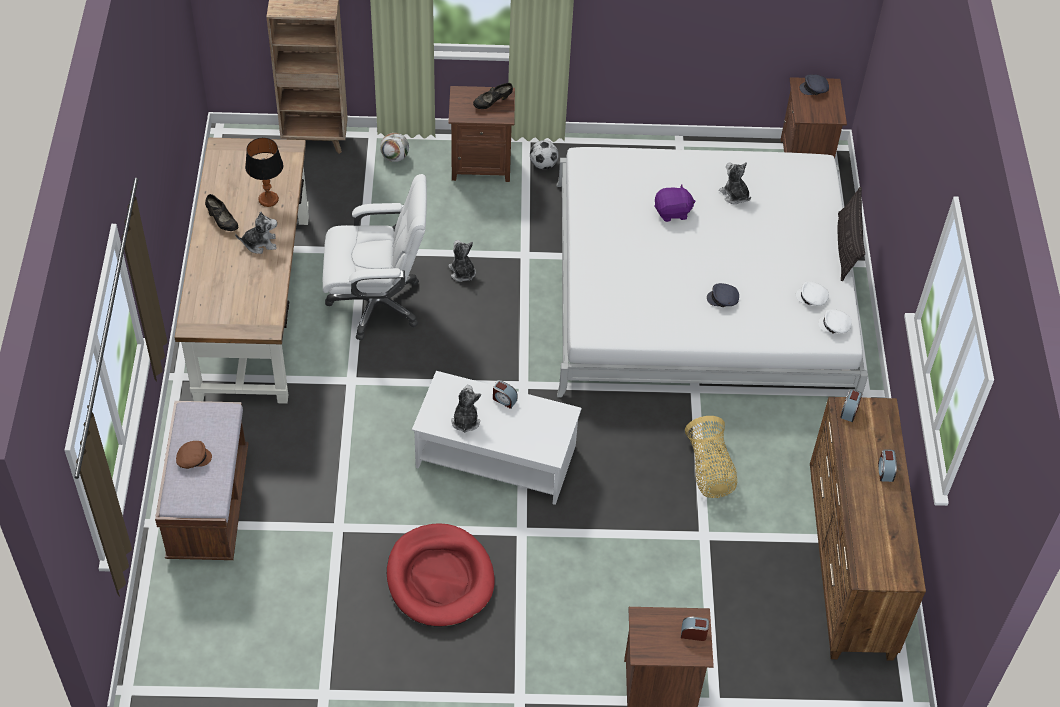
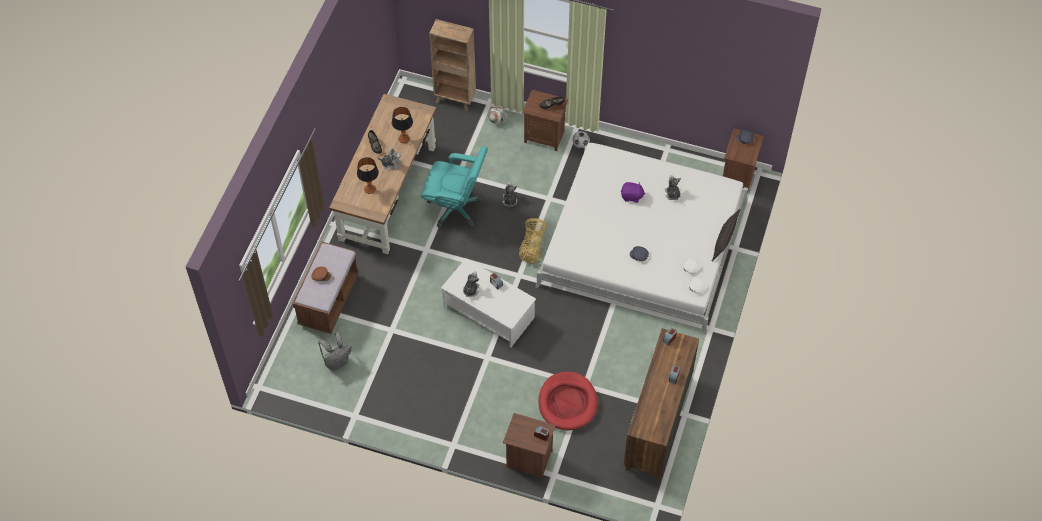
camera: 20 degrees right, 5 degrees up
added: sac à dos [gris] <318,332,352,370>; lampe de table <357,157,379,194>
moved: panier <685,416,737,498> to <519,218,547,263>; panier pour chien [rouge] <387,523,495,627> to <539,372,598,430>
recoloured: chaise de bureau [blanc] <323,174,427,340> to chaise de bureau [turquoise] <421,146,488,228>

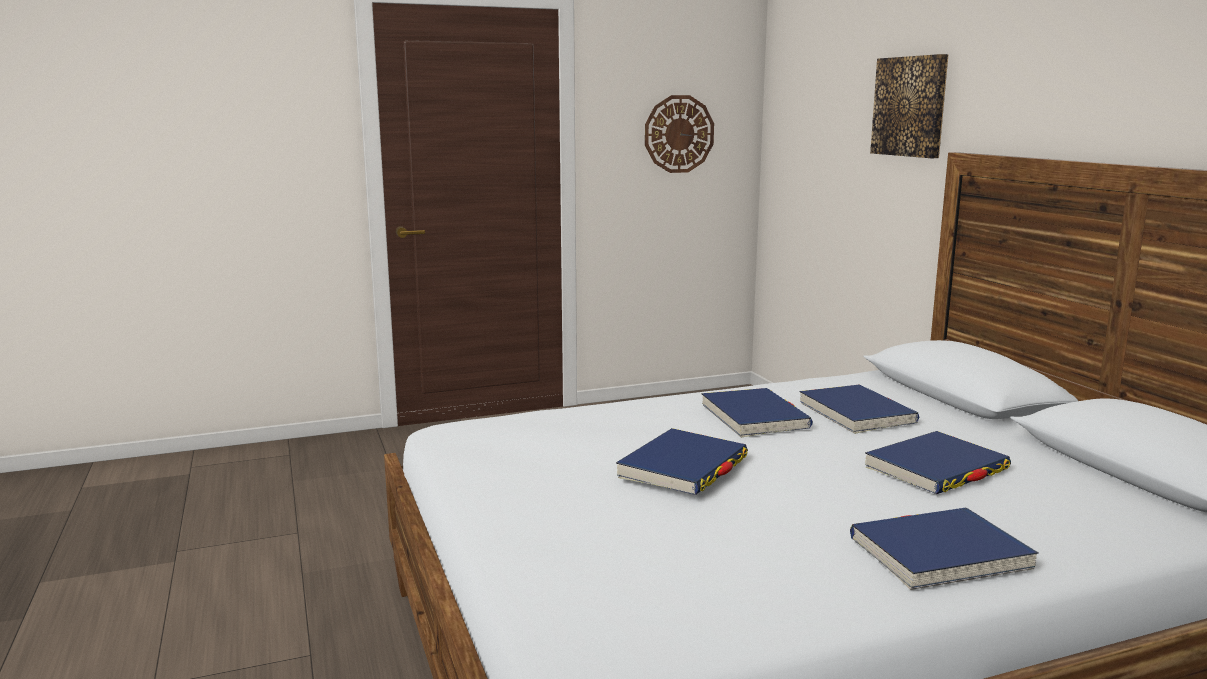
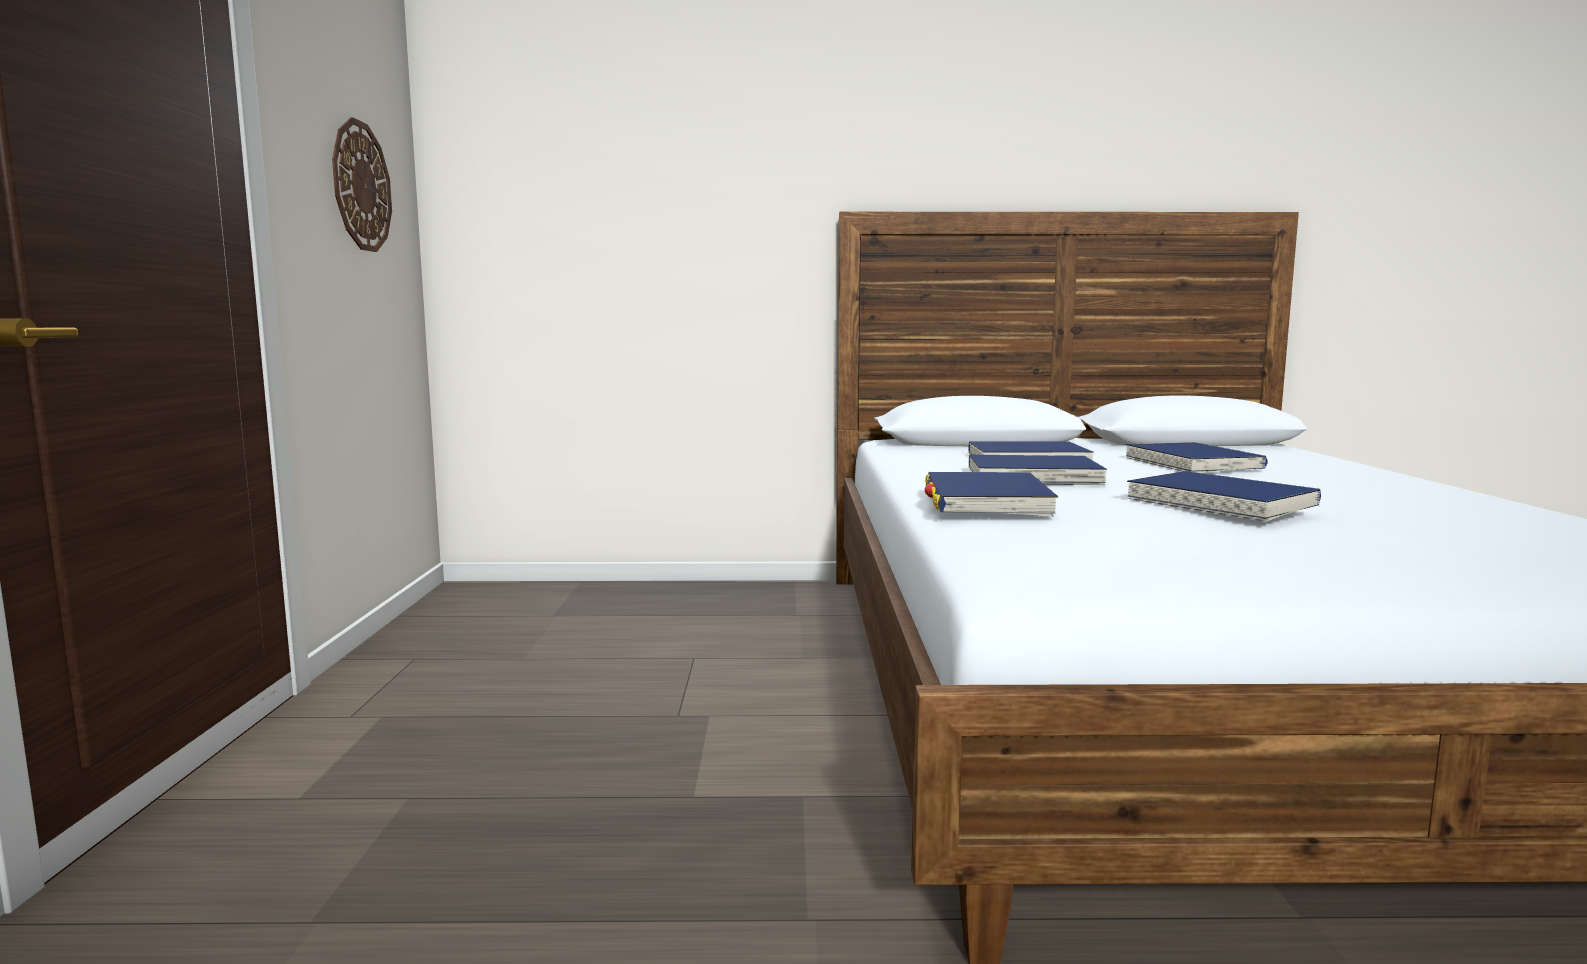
camera: 70 degrees left, 5 degrees down
removed: tableau <870,54,949,158>
moved: livre [bleu] <850,508,1039,590> to <924,472,1058,517>

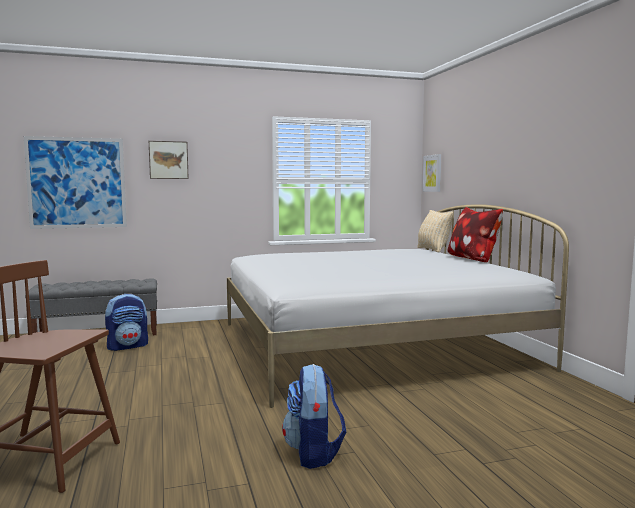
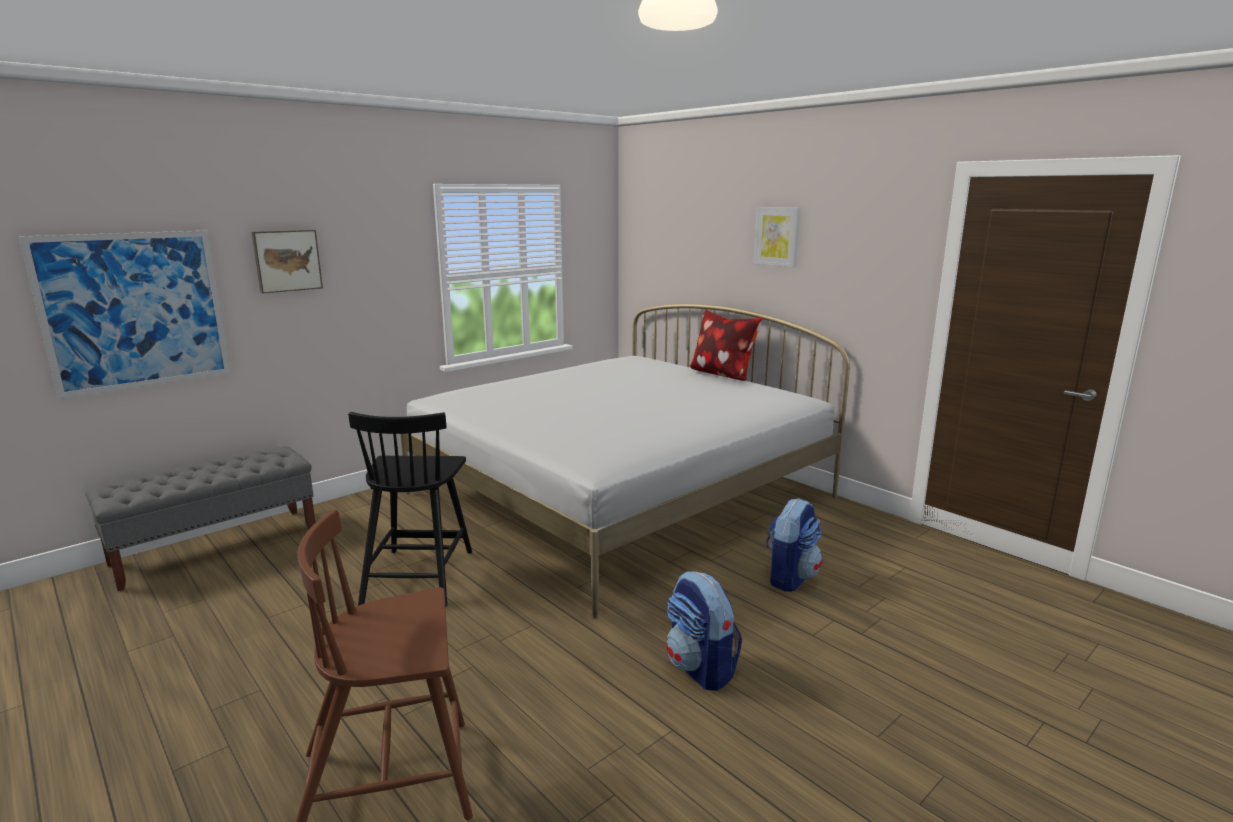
camera: 25 degrees left, 10 degrees up
removed: coussin [beige] <417,210,453,253>
added: chaise [noir] <348,412,472,607>
moved: tableau <422,154,441,192> to <753,207,800,268>; sac à dos <105,294,148,351> to <766,498,823,592>

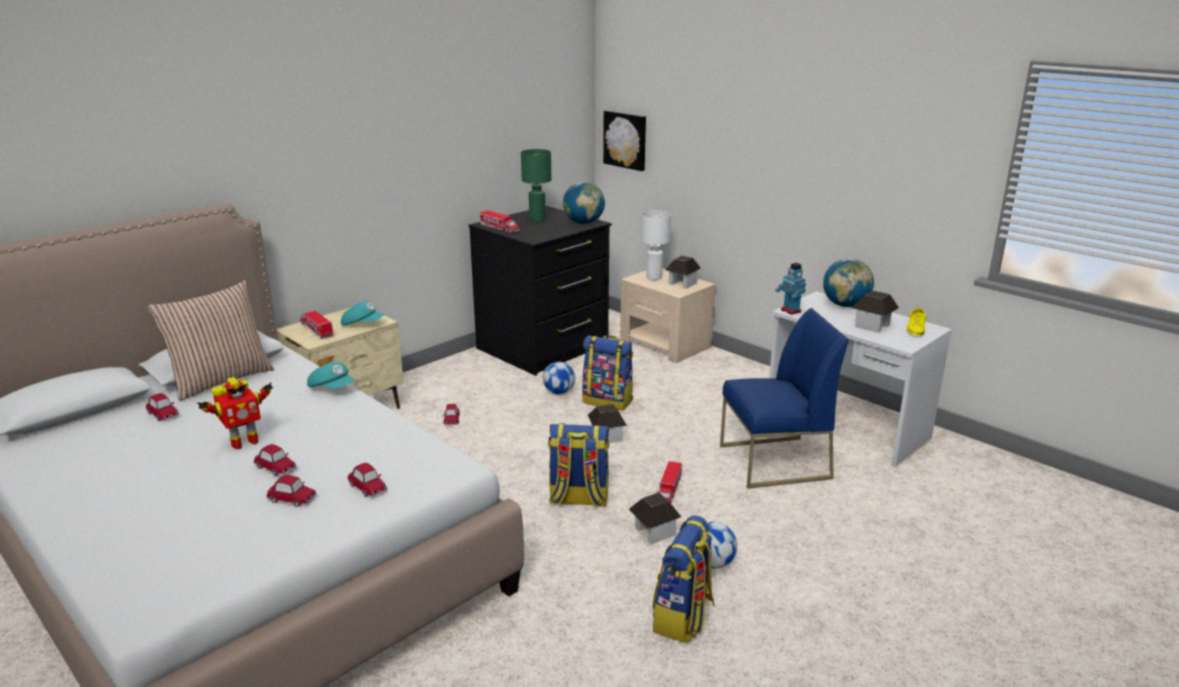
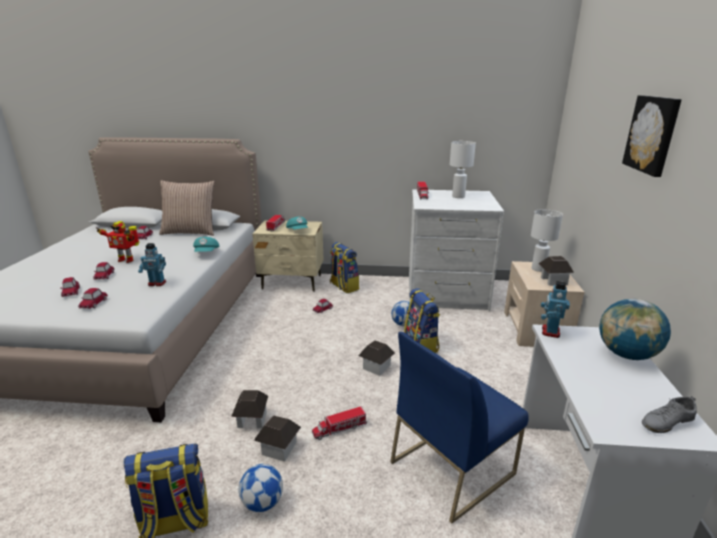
camera: 50 degrees right, 0 degrees up
removed: globe <563,181,605,224>
added: robot jouet <138,243,166,286>
moved: maison miniature <852,290,899,333> to <231,390,268,428>; sac à dos <548,423,609,506> to <330,242,359,293>; tableau <603,110,646,171> to <622,95,682,177>
recoloured: commode [noir] <468,206,612,376> to commode [blanc] <409,189,504,311>; lampe de table [vert] <521,149,551,222> to lampe de table [blanc] <450,141,476,198>; chaussure [jaune] <907,307,927,336> to chaussure [gris] <642,396,697,433>
turned: chaise [bleu] <720,308,849,489> = <390,332,529,524> 105 degrees clockwise

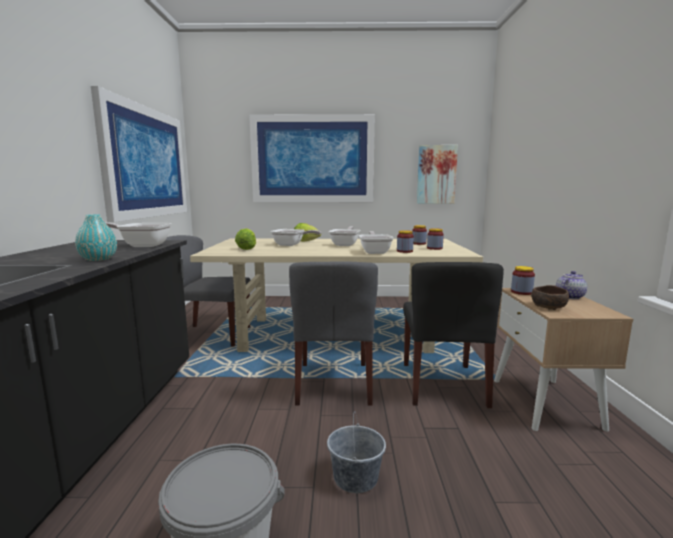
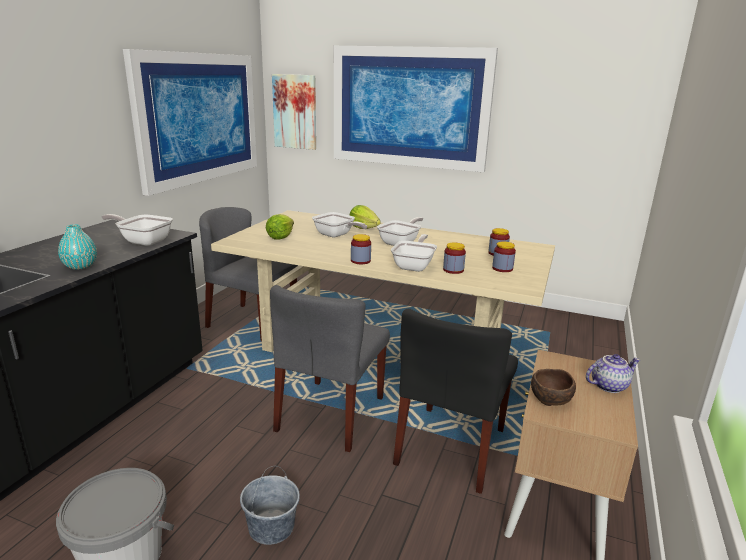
camera: 20 degrees right, 10 degrees up
moved: tableau <417,145,458,204> to <272,74,316,150>; bocal <511,266,535,295> to <351,234,371,264>

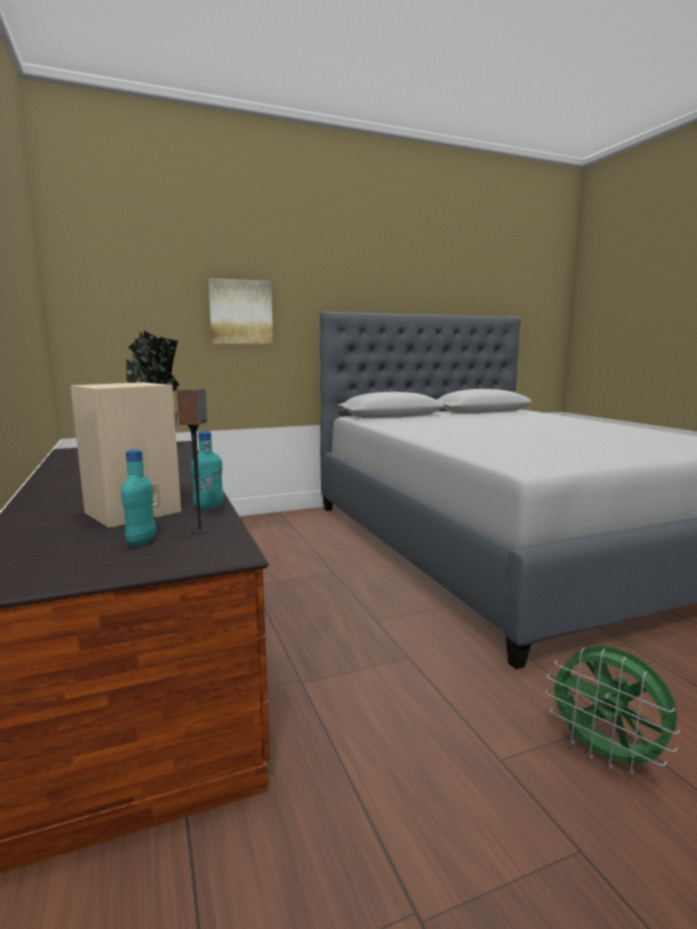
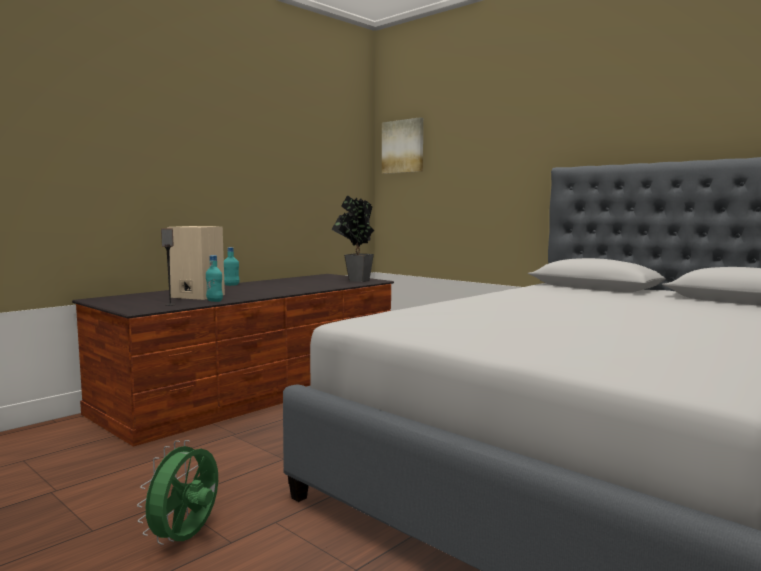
camera: 65 degrees right, 5 degrees down
moved: bouteille [turquoise] <121,450,156,547> to <224,247,240,286>; tableau <208,278,273,344> to <382,117,423,174>

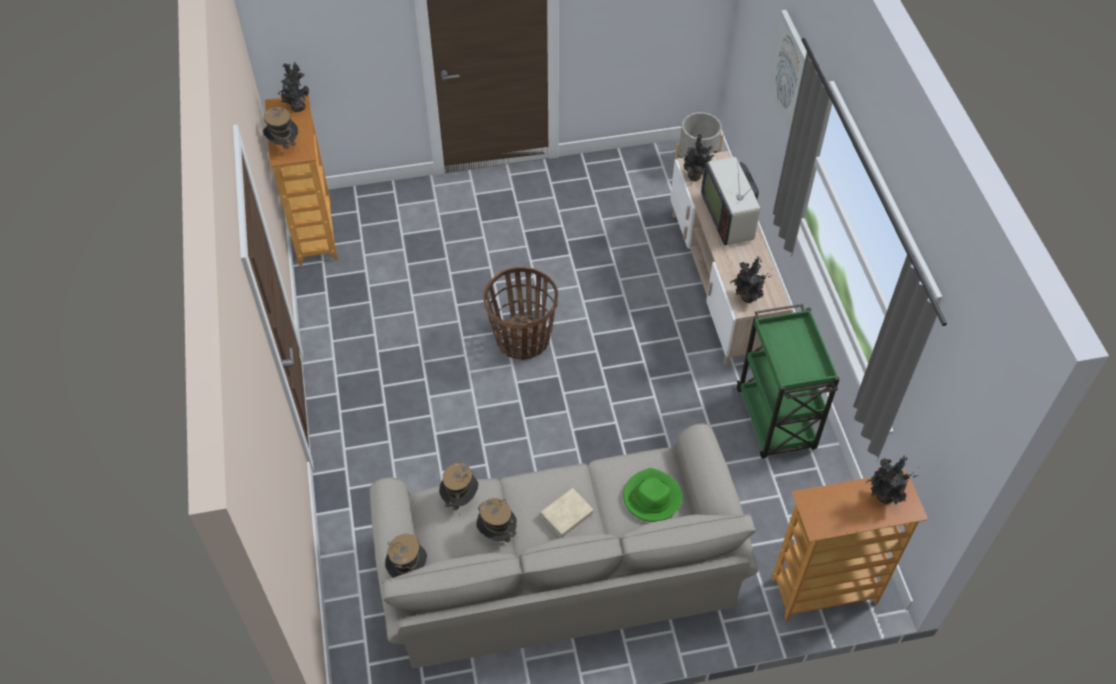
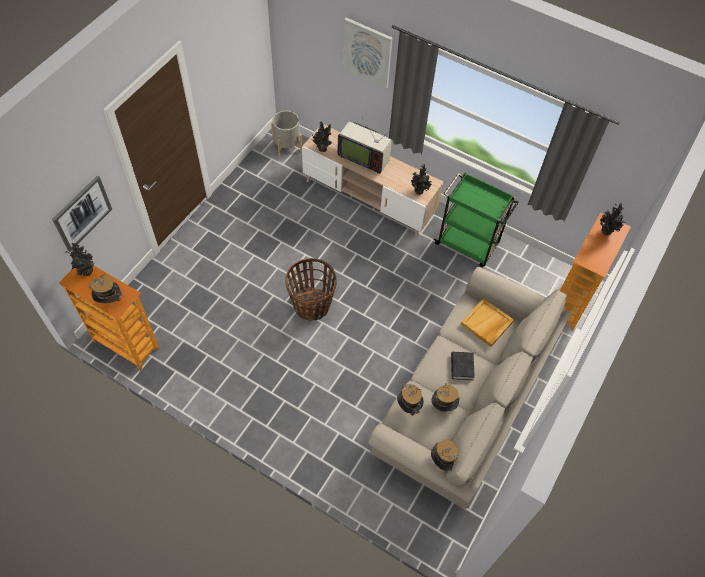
camera: 50 degrees left, 5 degrees up
added: tableau <52,175,112,252>
replaced: chapeau [vert] <623,468,682,522> to plateau [beige] <461,298,514,347>
recoloured: livre [beige] <540,488,594,538> to livre [noir] <451,352,475,380>

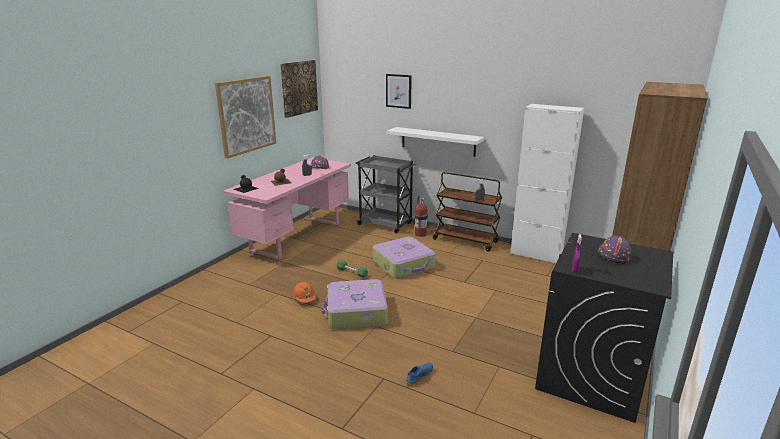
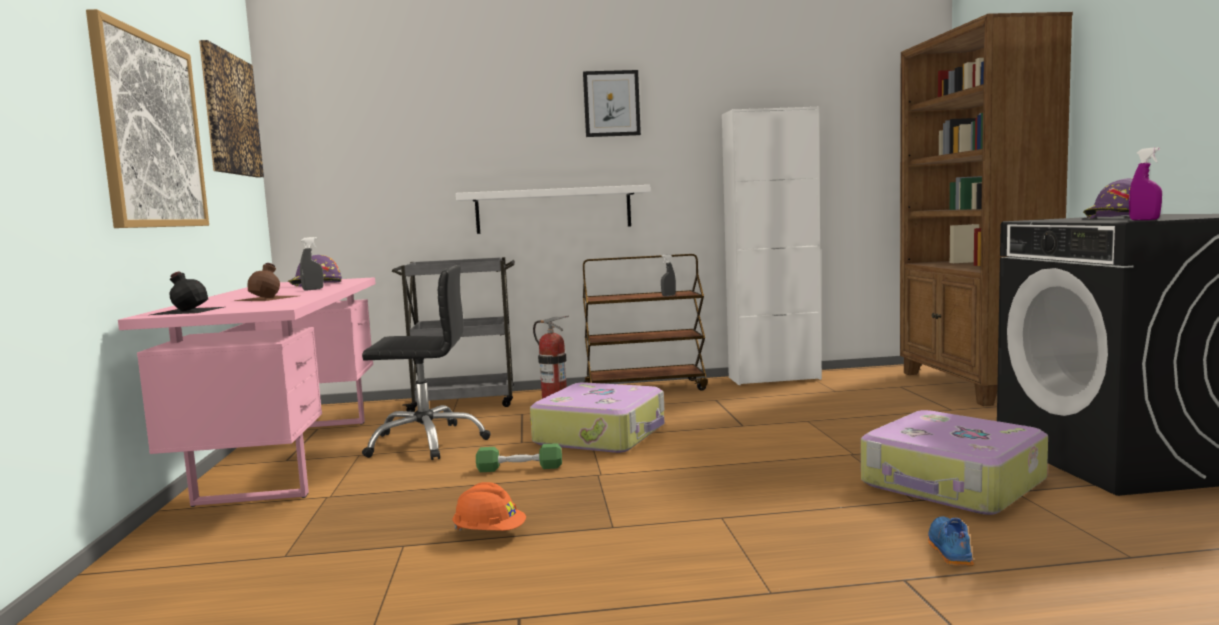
camera: 35 degrees left, 15 degrees down
added: chaise de bureau [noir] <362,265,491,460>
moved: tableau <386,74,412,109> to <583,70,641,137>; valise <322,279,388,329> to <861,410,1048,515>

